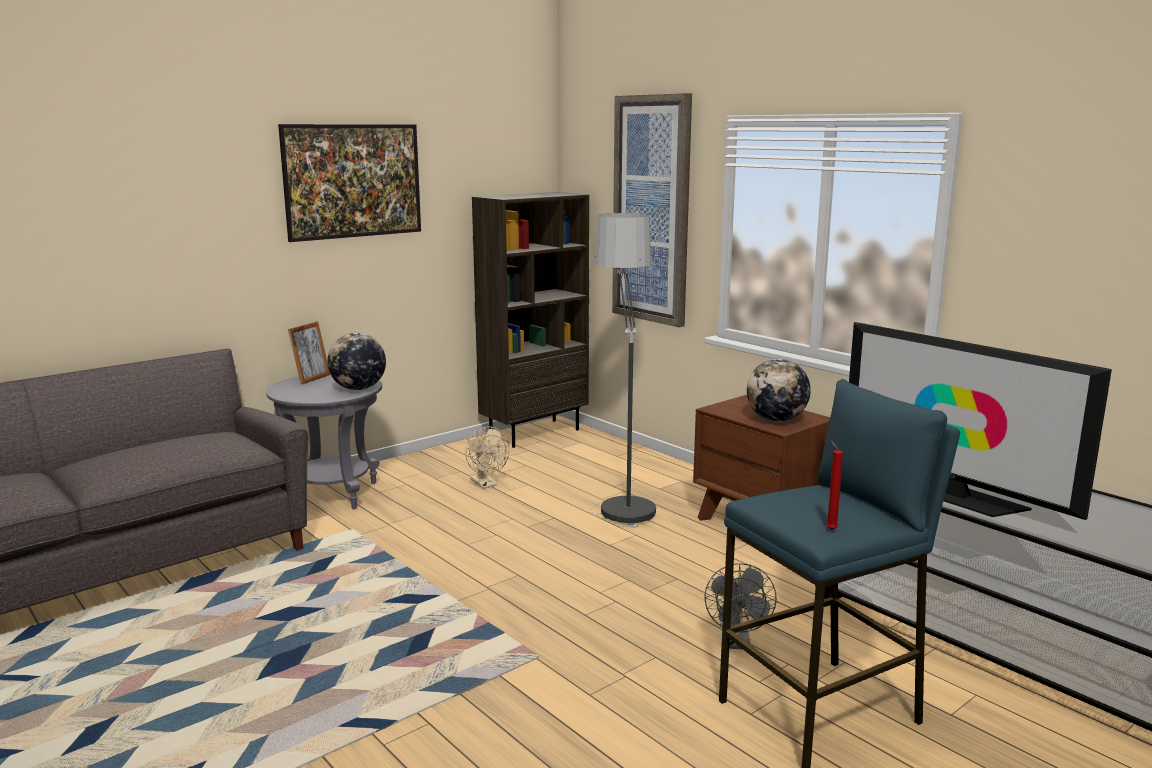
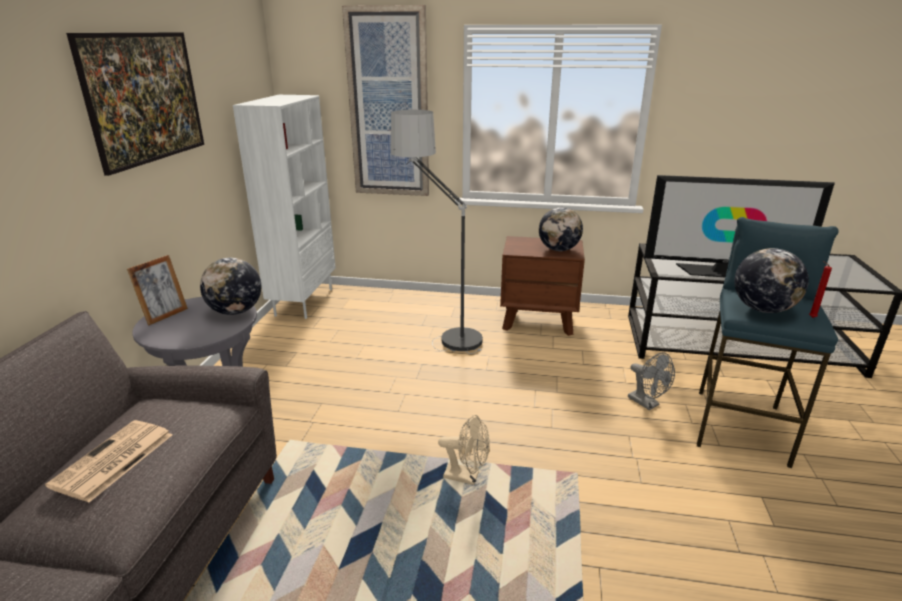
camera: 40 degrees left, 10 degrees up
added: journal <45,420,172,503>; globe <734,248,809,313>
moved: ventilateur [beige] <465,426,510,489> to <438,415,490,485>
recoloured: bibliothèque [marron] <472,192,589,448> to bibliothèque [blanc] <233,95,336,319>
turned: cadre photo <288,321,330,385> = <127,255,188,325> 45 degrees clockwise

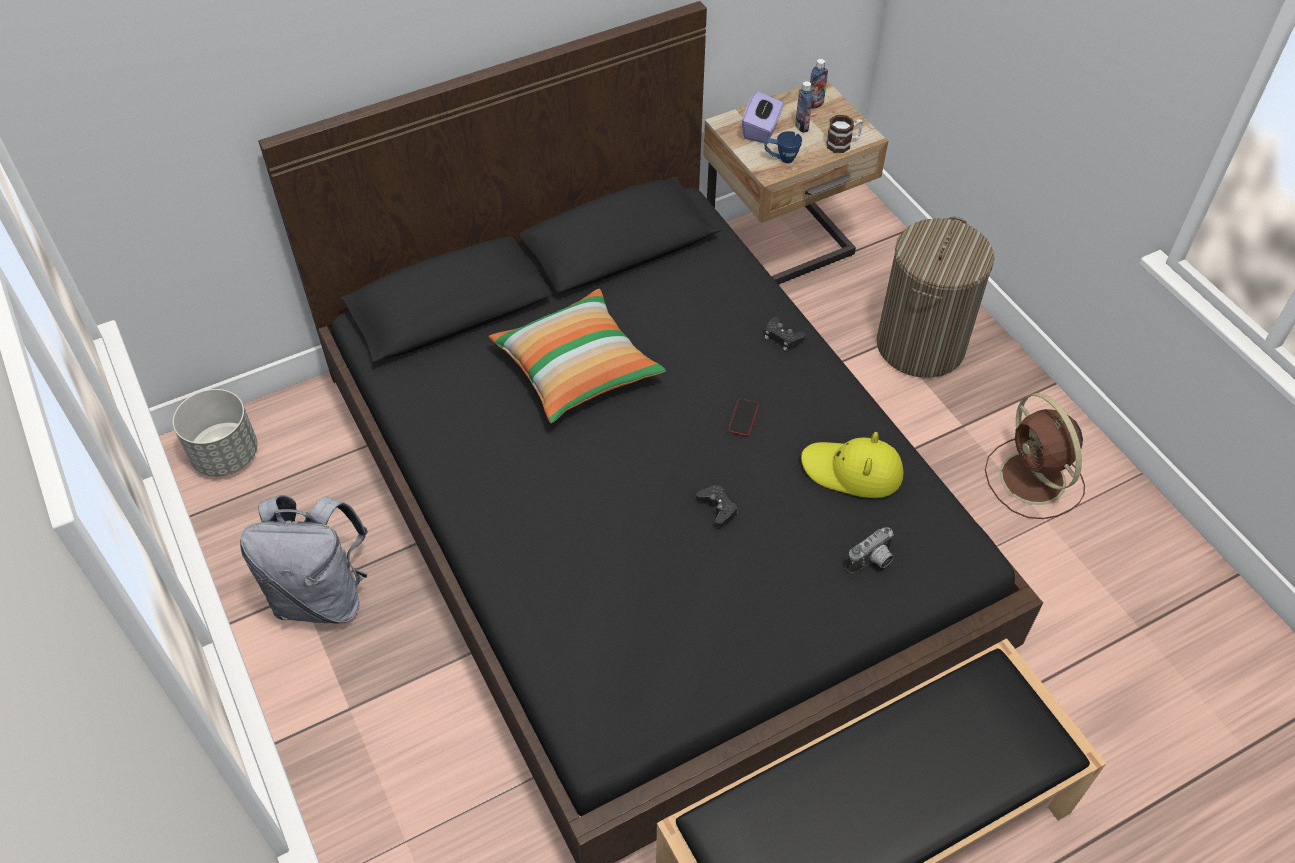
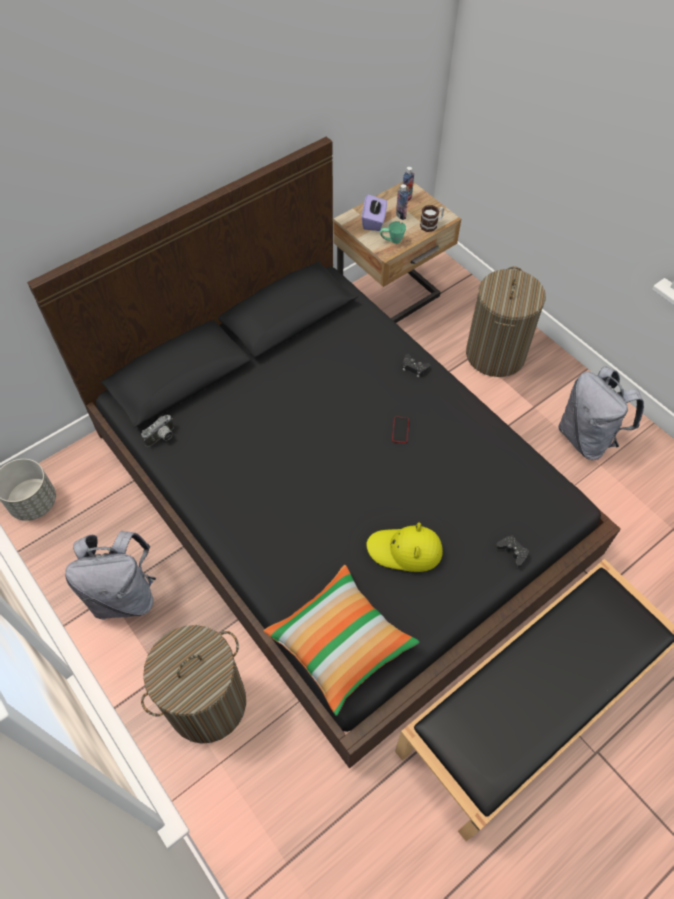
camera: 10 degrees left, 5 degrees up
added: panier à linge <141,625,246,743>
moved: appareil photo <846,527,894,574> to <141,415,174,447>; coussin <489,289,666,423> to <264,565,419,716>; chapeau [jaune] <801,432,903,498> to <366,522,443,572>; manette [noir] <696,485,738,527> to <496,536,529,568>
replaced: ventilateur [marron] <985,393,1085,519> to sac à dos [gris] <558,366,644,460>
recoloured: mug [bleu] <764,131,802,163> to mug [vert] <380,221,406,244>

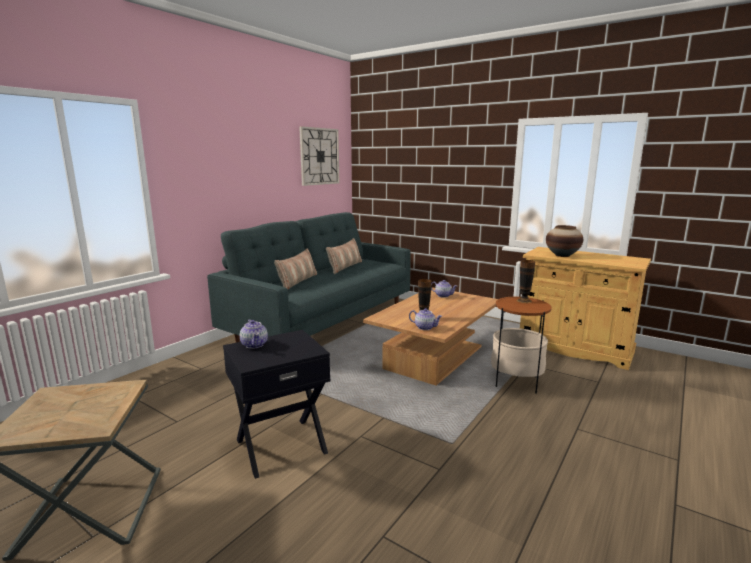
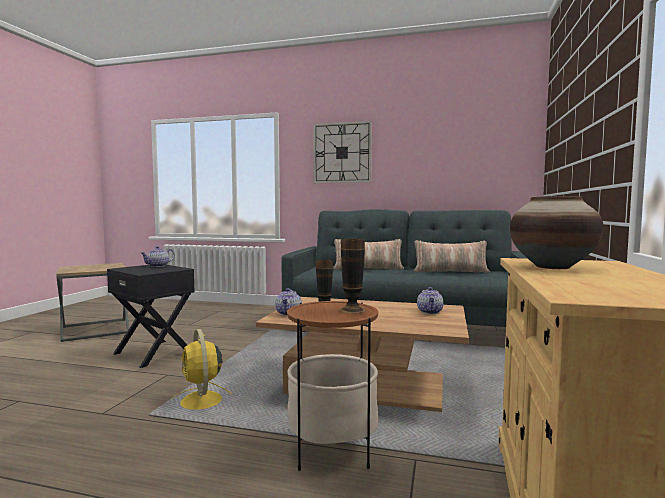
camera: 70 degrees right, 10 degrees down
added: ventilateur [jaune] <171,329,231,410>
moved: horloge murale <299,126,339,186> to <313,121,372,183>

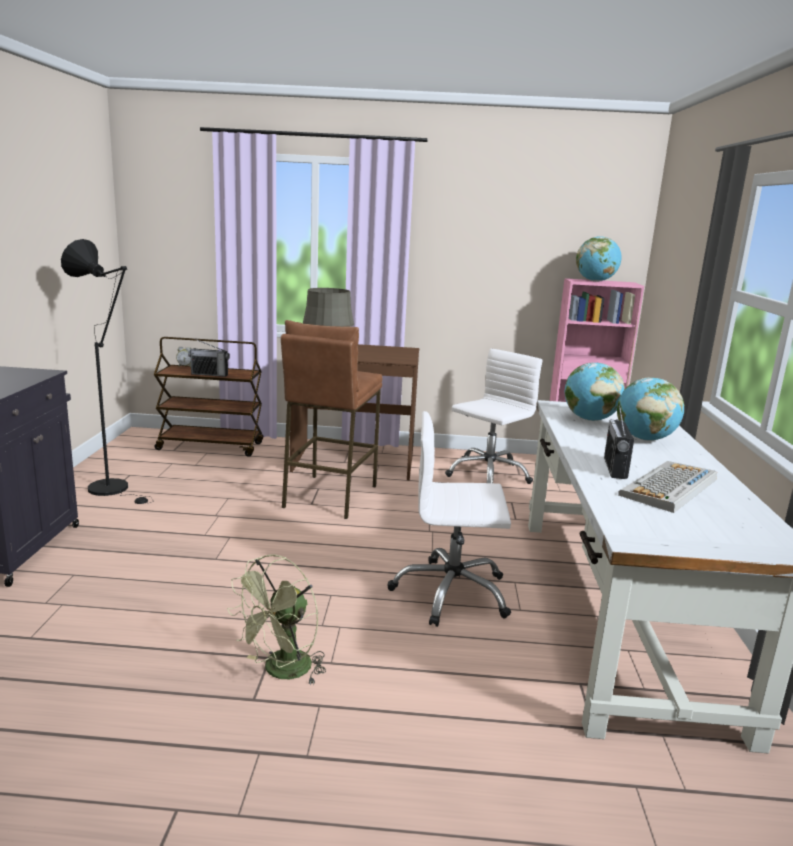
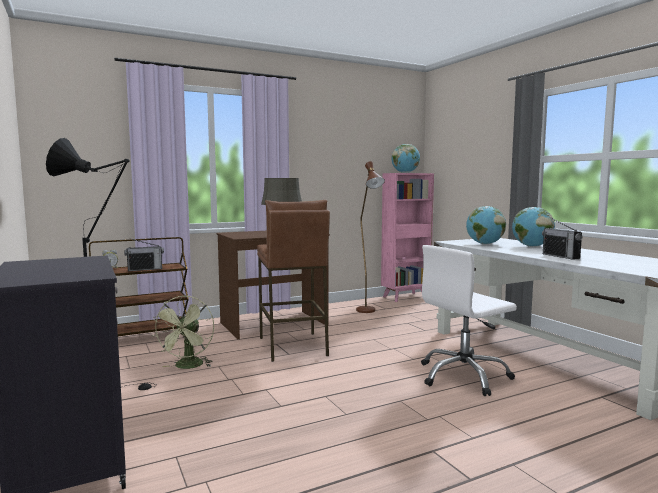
camera: 30 degrees left, 10 degrees down
removed: clavier <618,461,717,513>
moved: ventilateur [vert] <227,554,326,686> to <152,295,214,369>
replaced: chaise de bureau [blanc] <445,349,543,484> to lampadaire [marron] <356,161,385,313>

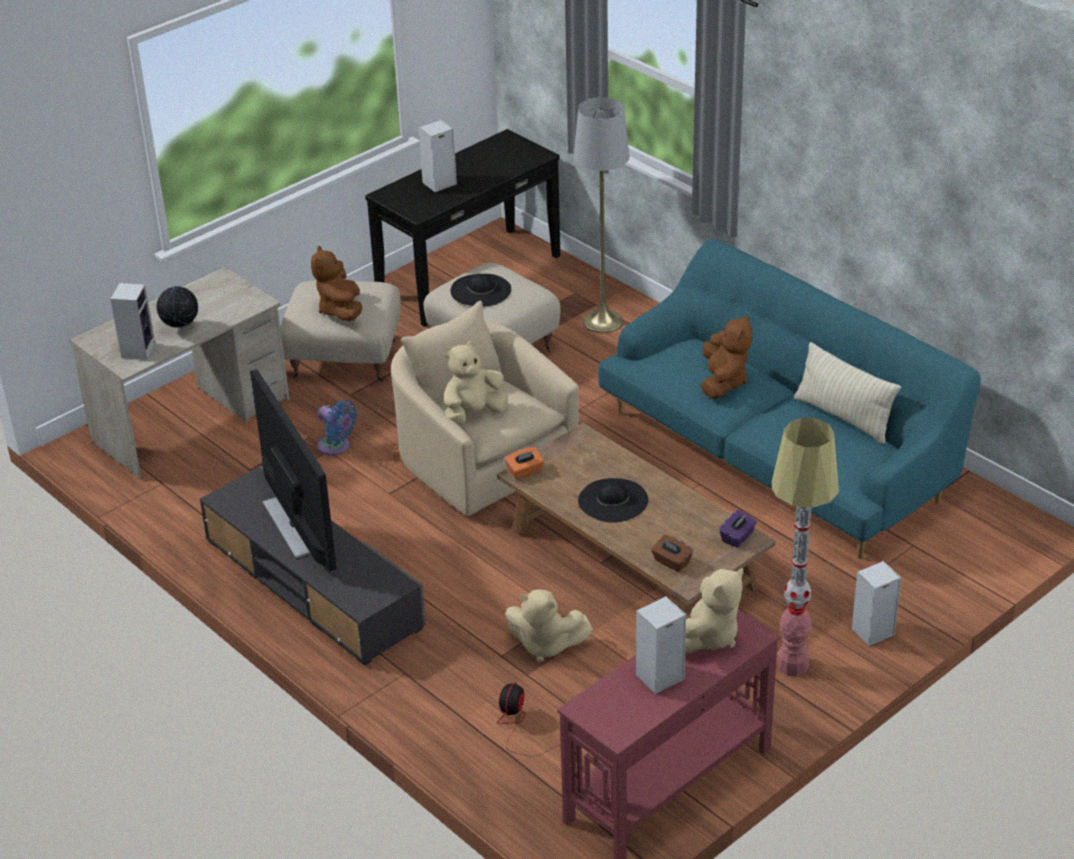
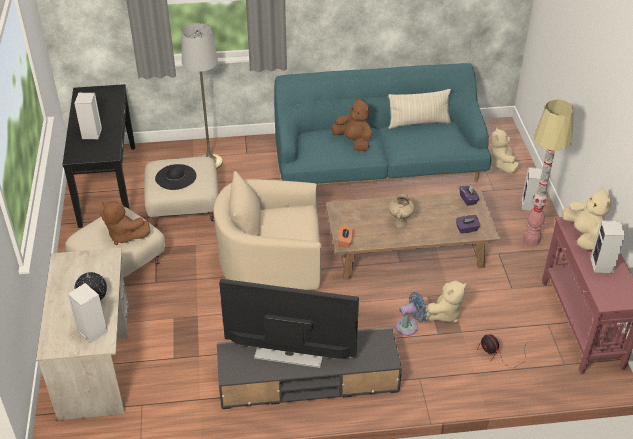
camera: 55 degrees left, 5 degrees up
moved: ventilateur [bleu] <317,400,357,455> to <396,292,427,336>; peluche [beige] <443,341,508,426> to <491,127,519,174>
replaced: chapeau [noir] <578,478,648,523> to vase [beige] <388,194,415,229>
recoloured: boîte à mouchoirs [marron] <651,535,693,572> to boîte à mouchoirs [violet] <456,215,480,234>

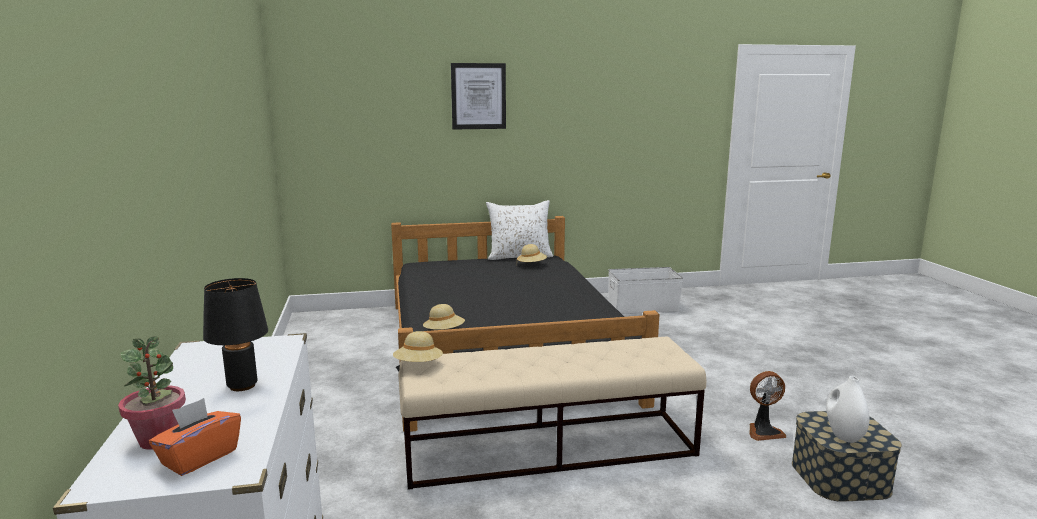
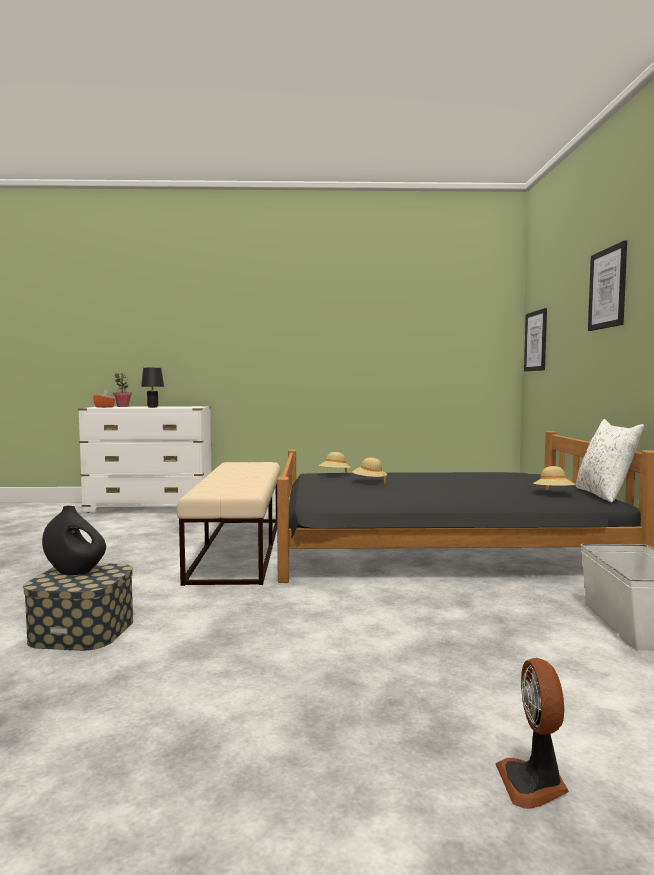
camera: 100 degrees right, 10 degrees down
added: tableau <524,308,547,371>
moved: chapeau [beige] <393,331,443,362> to <352,457,387,484>; ventilateur <749,371,786,441> to <495,658,569,809>
recoloured: vase [blanc] <826,376,869,443> to vase [noir] <42,506,106,575>

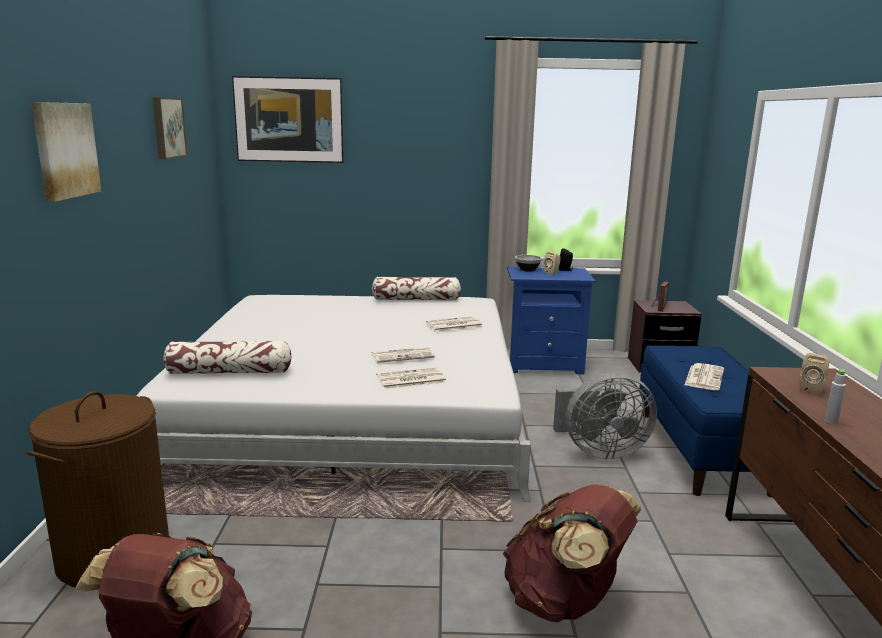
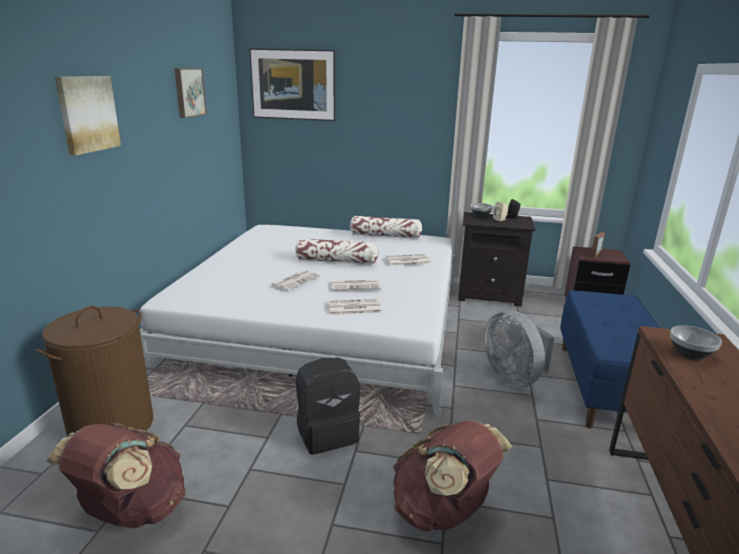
camera: 10 degrees right, 5 degrees up
removed: bouteille [gris] <825,369,846,424>
added: sac à dos [noir] <296,357,361,455>
moved: journal <685,363,724,390> to <271,270,320,291>; coussin <163,341,291,374> to <295,238,378,264>
replaced: enceinte [beige] <799,353,829,394> to bol <670,325,722,360>
recoloured: table de chevet [bleu] <507,267,596,374> to table de chevet [noir] <458,212,536,307>
turned: ventilateur [gris] <553,372,657,459> = <484,310,554,387> 60 degrees clockwise

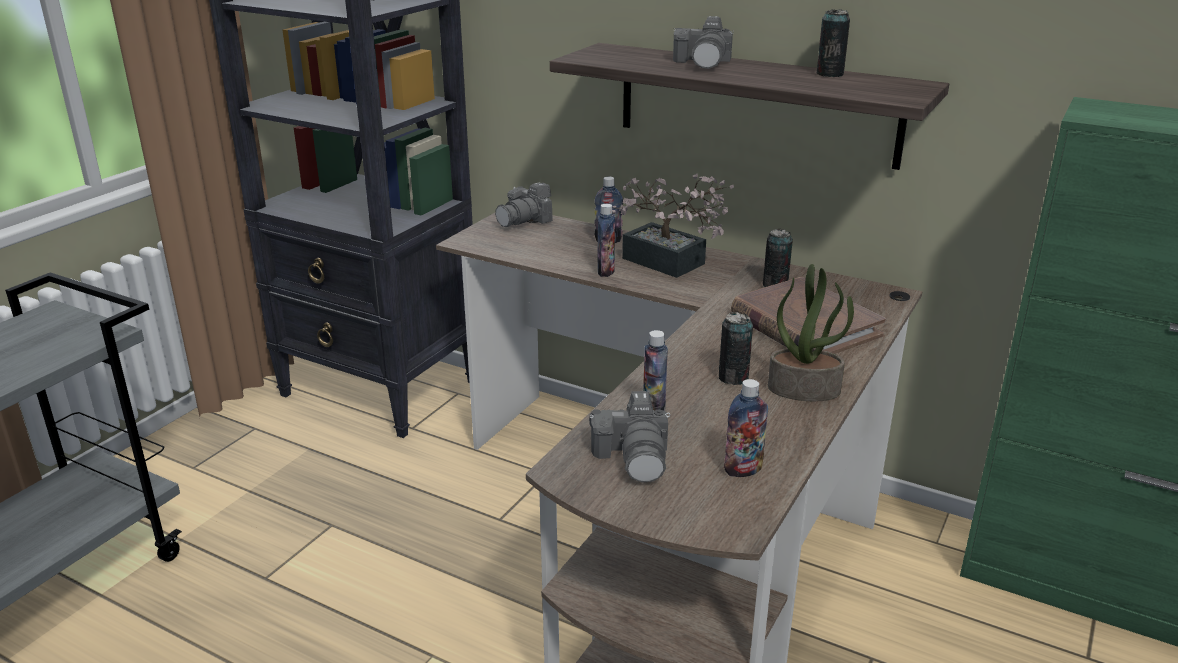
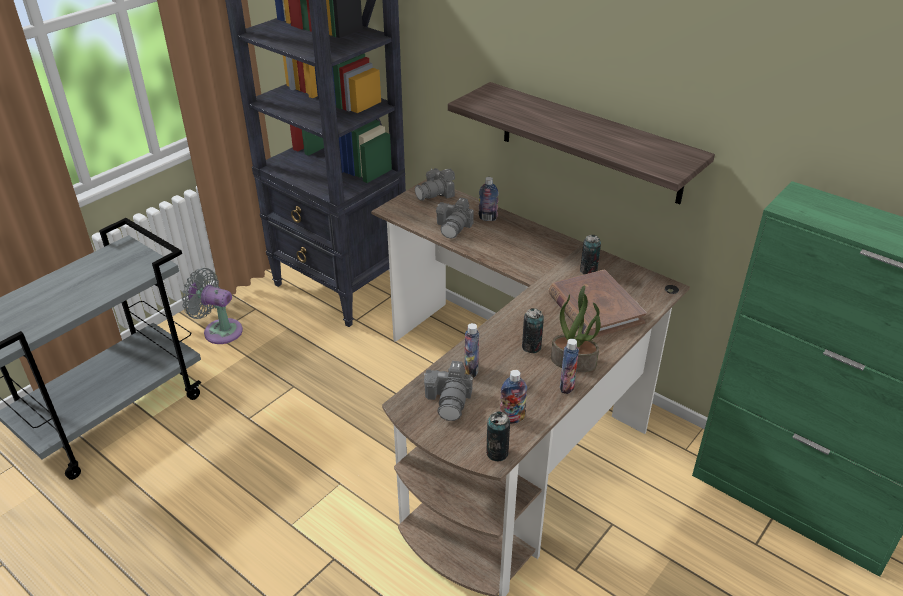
camera: 10 degrees right, 10 degrees up
removed: plante en pot <612,174,734,278>
added: ventilateur [gris] <182,268,243,344>
moved: appareil photo <673,16,734,69> to <436,197,474,238>; boîte métallique <816,9,850,77> to <486,411,510,461>; bouteille <597,204,615,277> to <560,339,579,394>

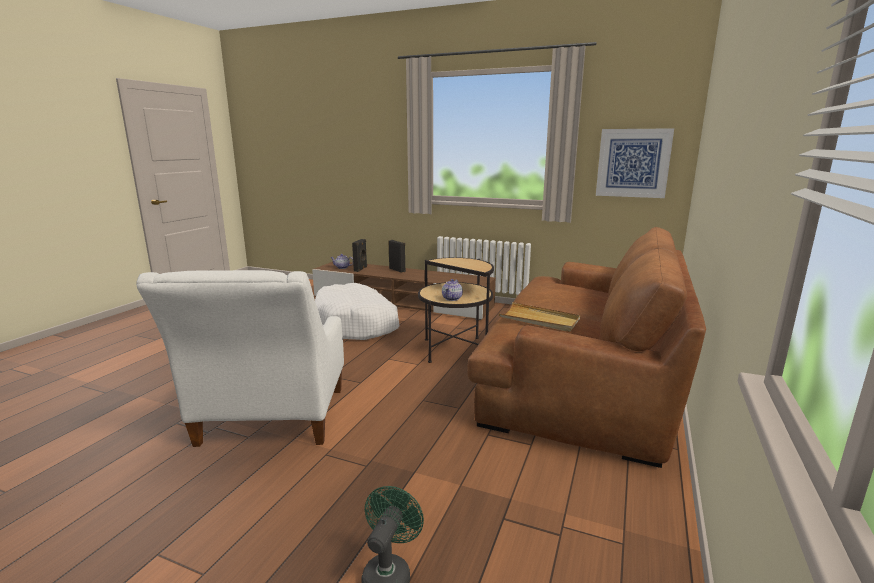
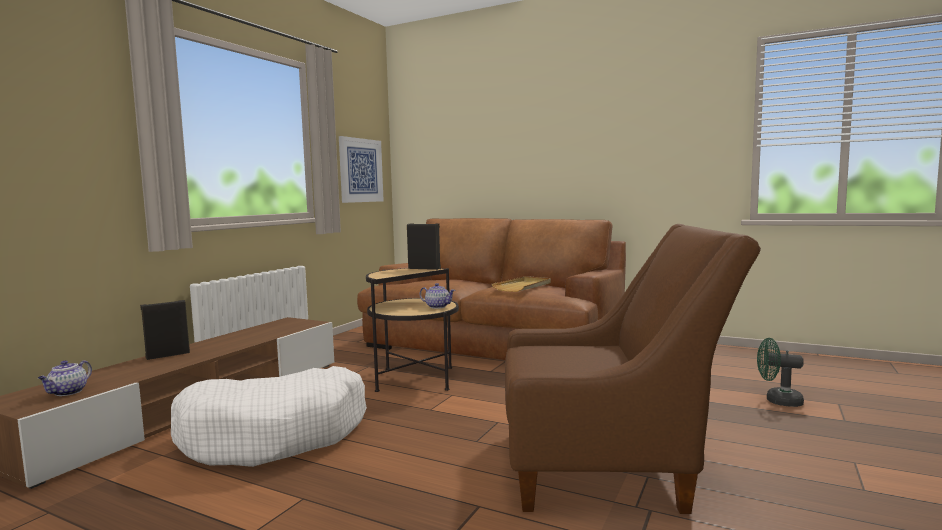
camera: 85 degrees left, 10 degrees down
moved: enceinte [noir] <352,239,367,272> to <407,224,441,270>
recoloured: fauteuil [blanc] <136,270,344,447> to fauteuil [marron] <505,224,761,514>

